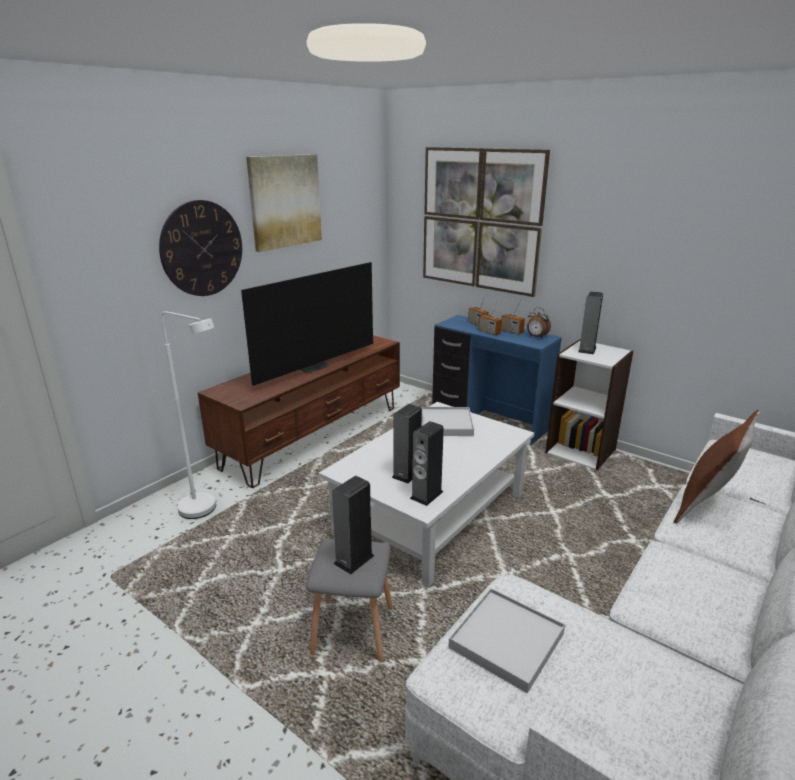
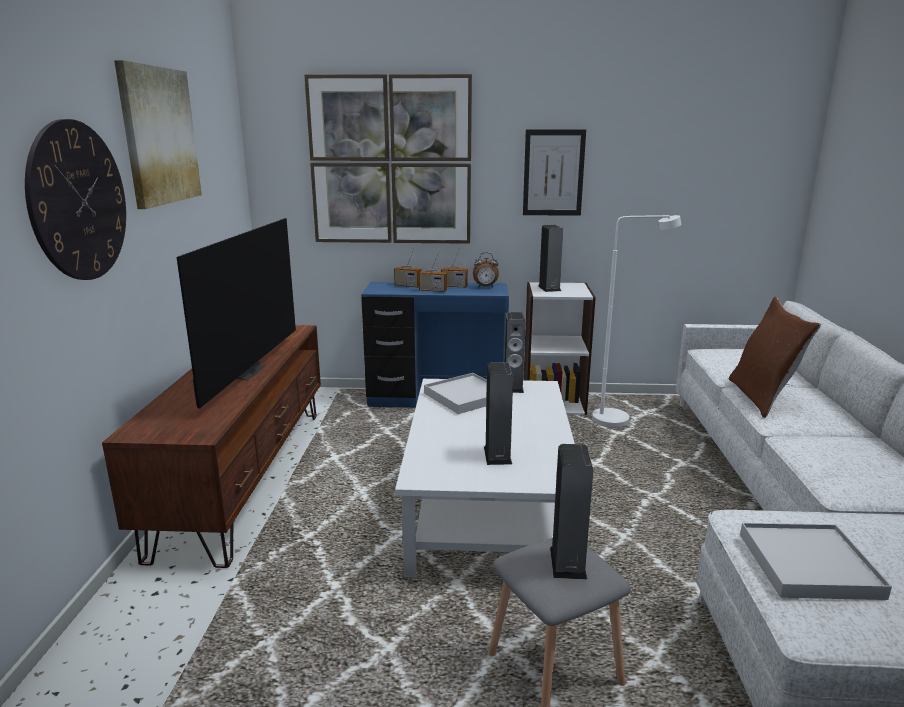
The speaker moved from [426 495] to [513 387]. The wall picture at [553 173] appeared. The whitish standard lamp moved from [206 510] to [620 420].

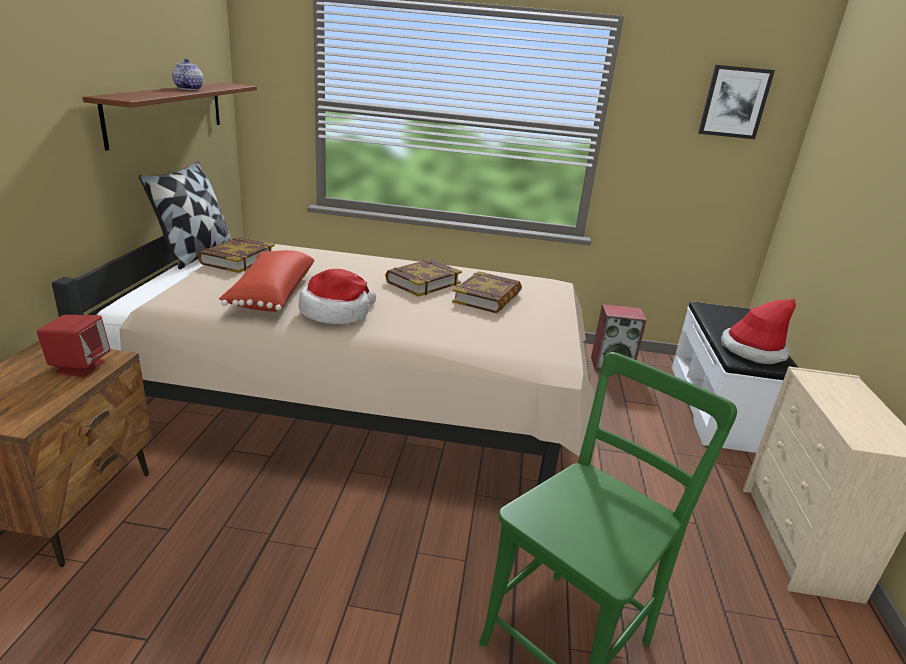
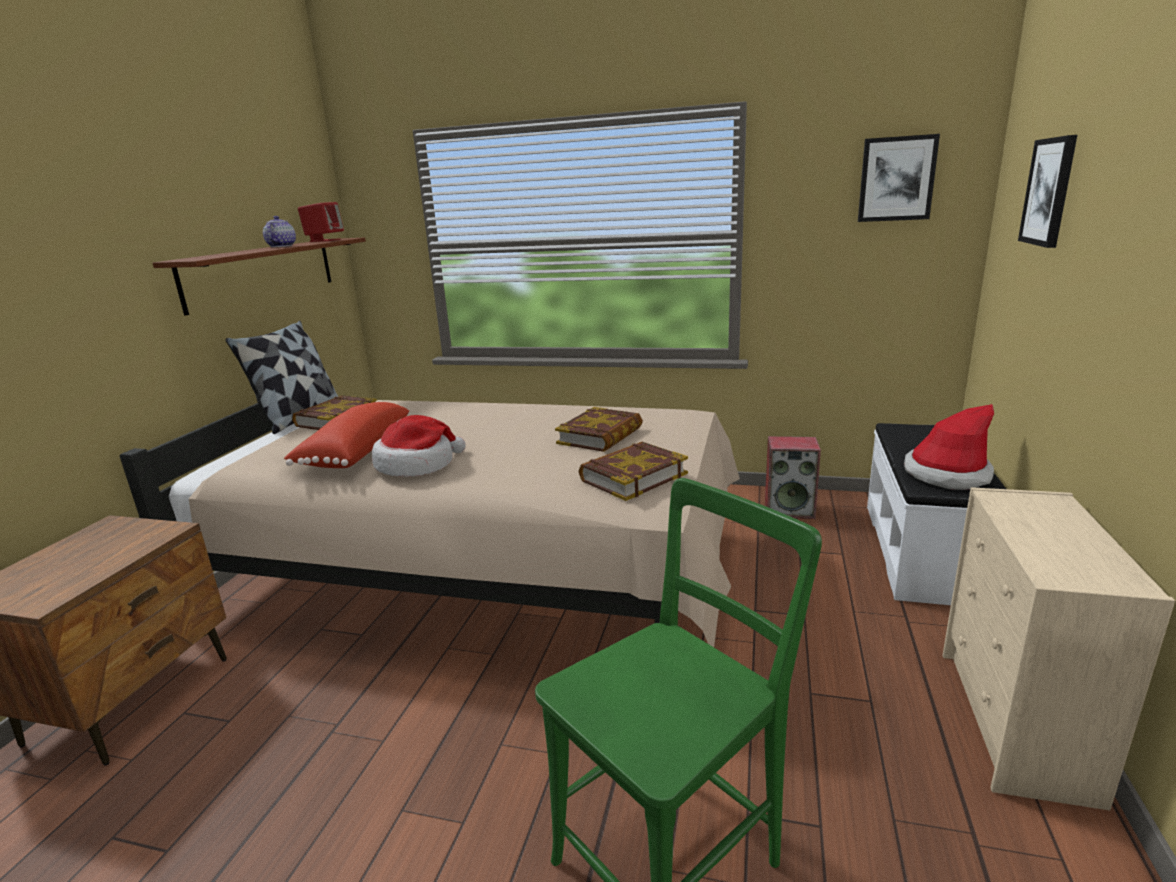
The red-coloured speaker moved from [80 366] to [325 240]. The book moved from [423 282] to [633 477]. The wall picture at [1049 192] appeared.

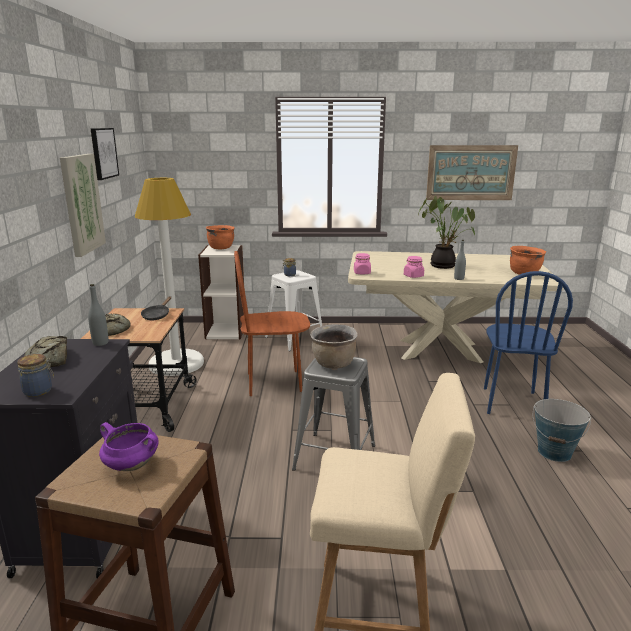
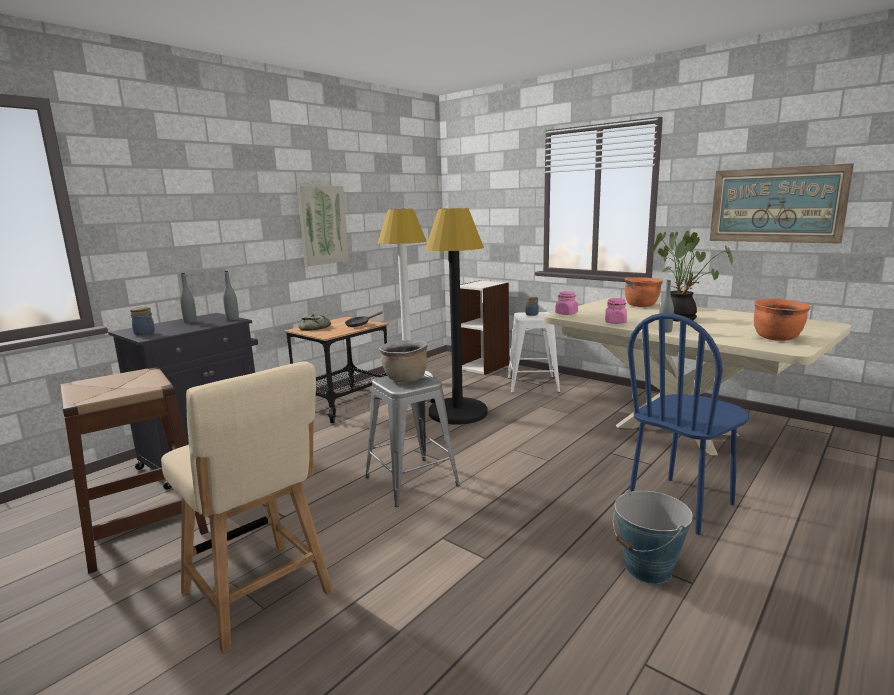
The bread at [50 359] was replaced by the gray bottle at [190 321]. The brown-coloured upright chair at [274 382] was replaced by the black-coloured standard lamp at [458 412]. The orangey cooking pot moved from [221 248] to [641 305]. The wall picture at [103 153] disappeared. The purple cooking pot at [130 466] disappeared.

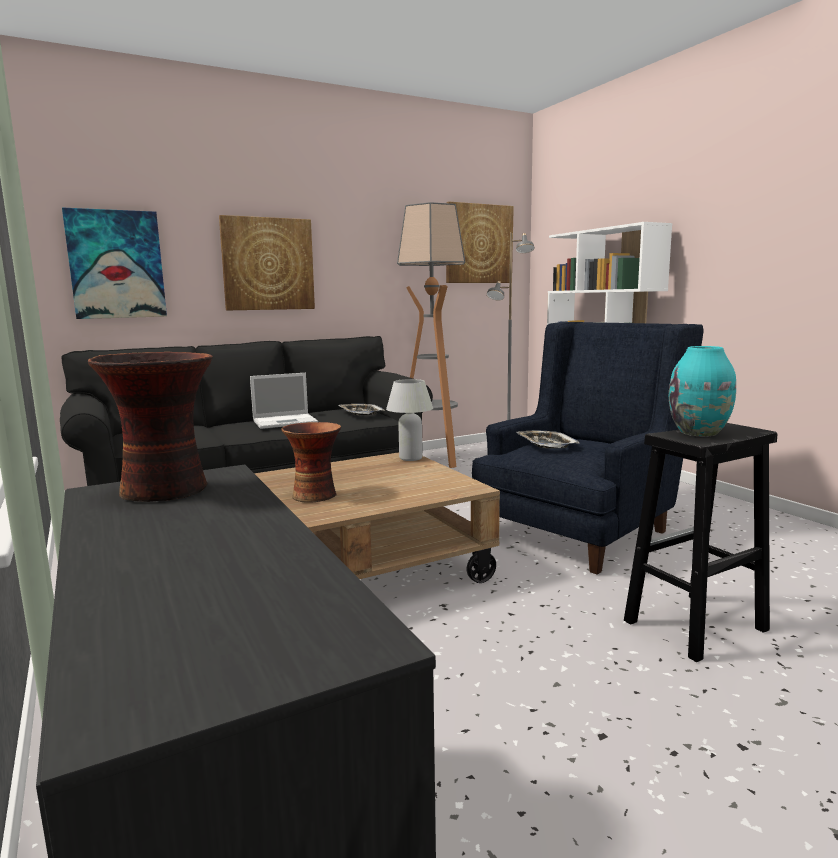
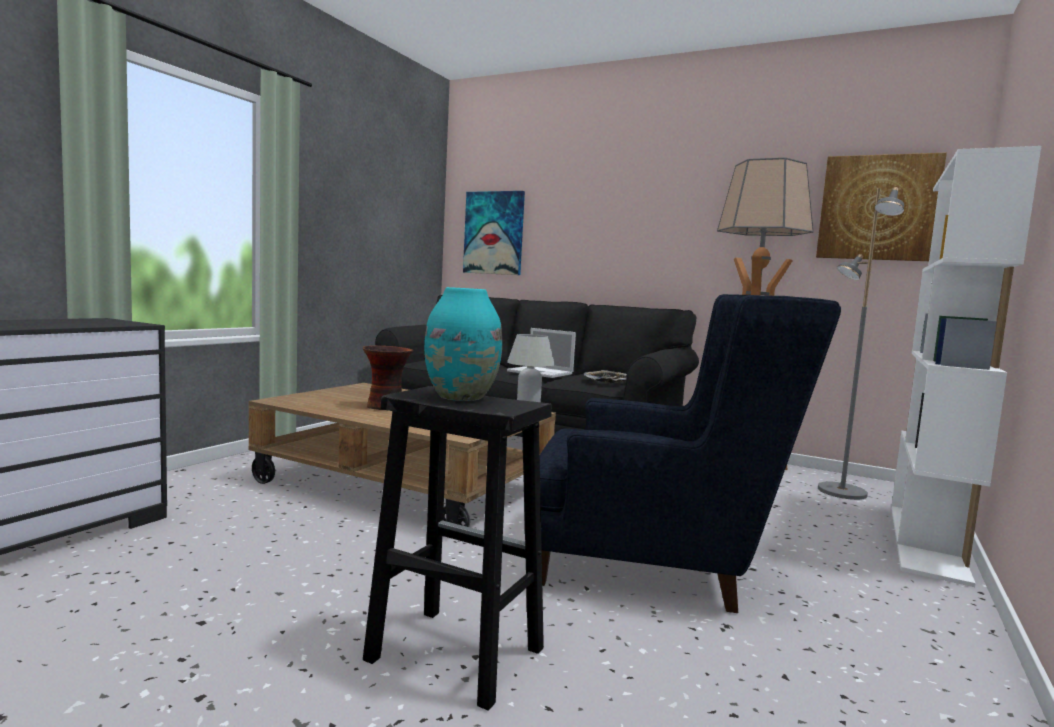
The flower vase at [168 490] disappeared. The wall picture at [268 264] disappeared. The carrying tray at [546 444] disappeared.

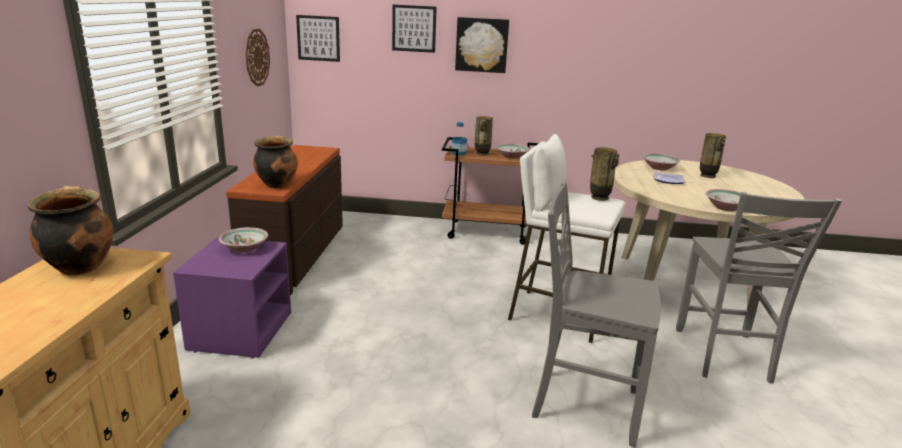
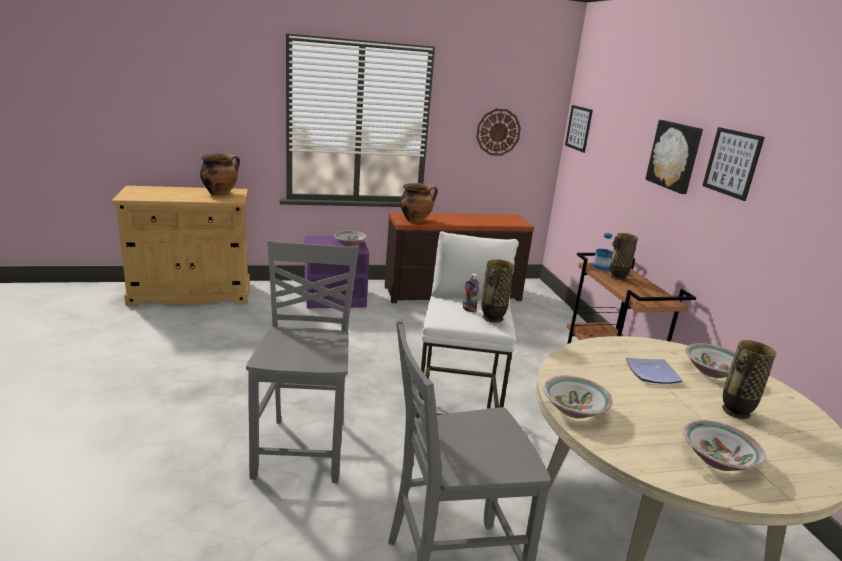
The bottle at [469 309] appeared. The serving bowl moved from [511 157] to [716 459]. The wall picture moved from [414 28] to [732 163].

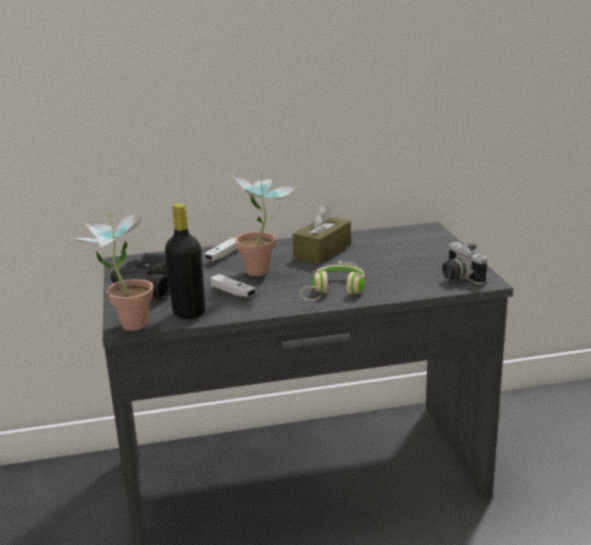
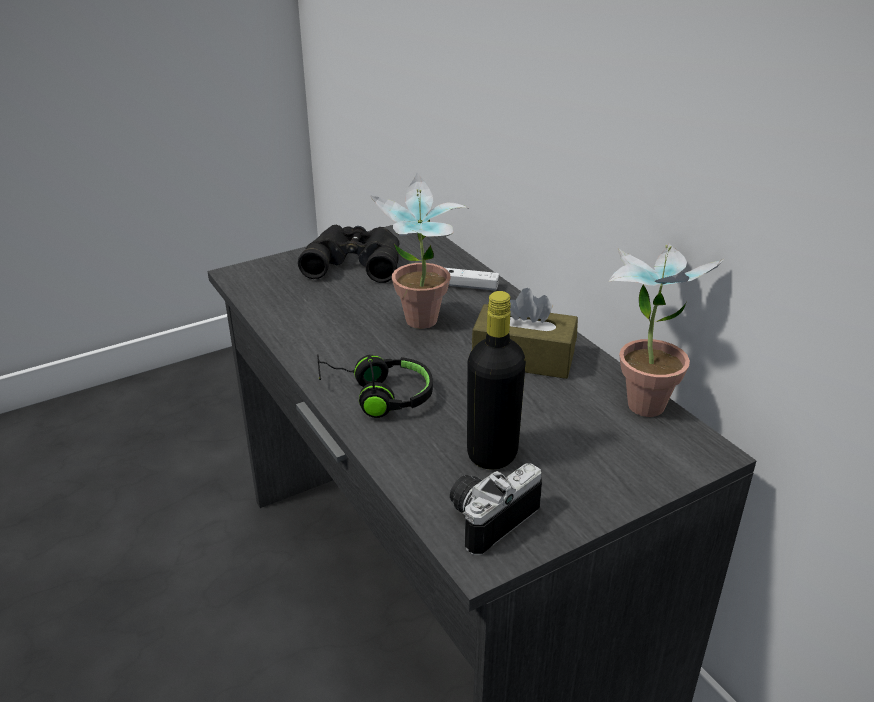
The sand-coloured headphones at [334 292] became the black-coloured headphones at [376 395]. The black-coloured bottle moved from [189 313] to [492 454]. The houseplant moved from [126 323] to [643 397]. The whitish gamepad at [233 292] disappeared.

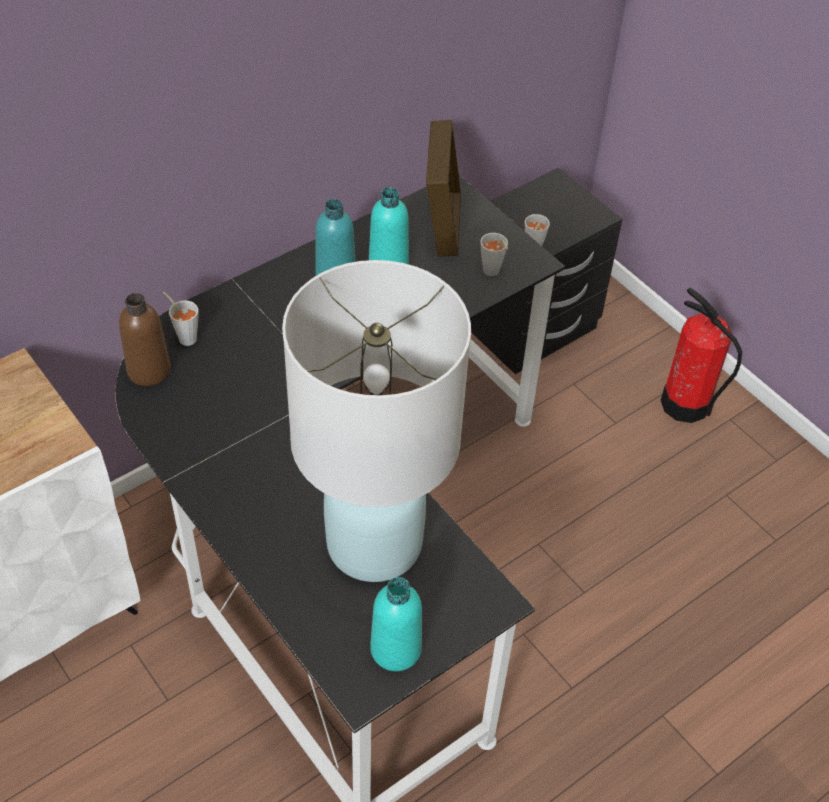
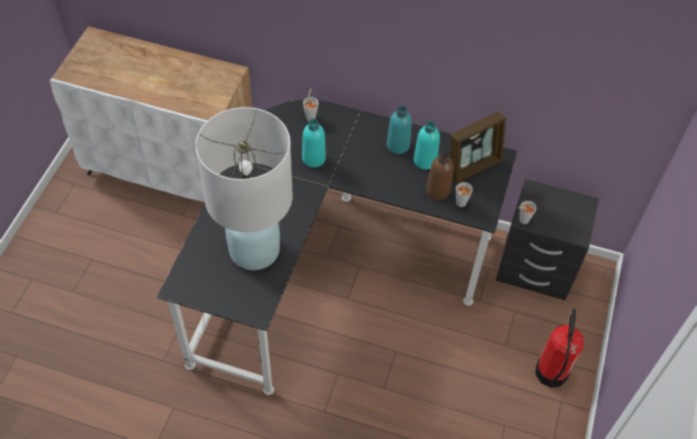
The turquoise bottle moved from [396 649] to [313 158]. The brown-coloured bottle moved from [149 370] to [438 190].

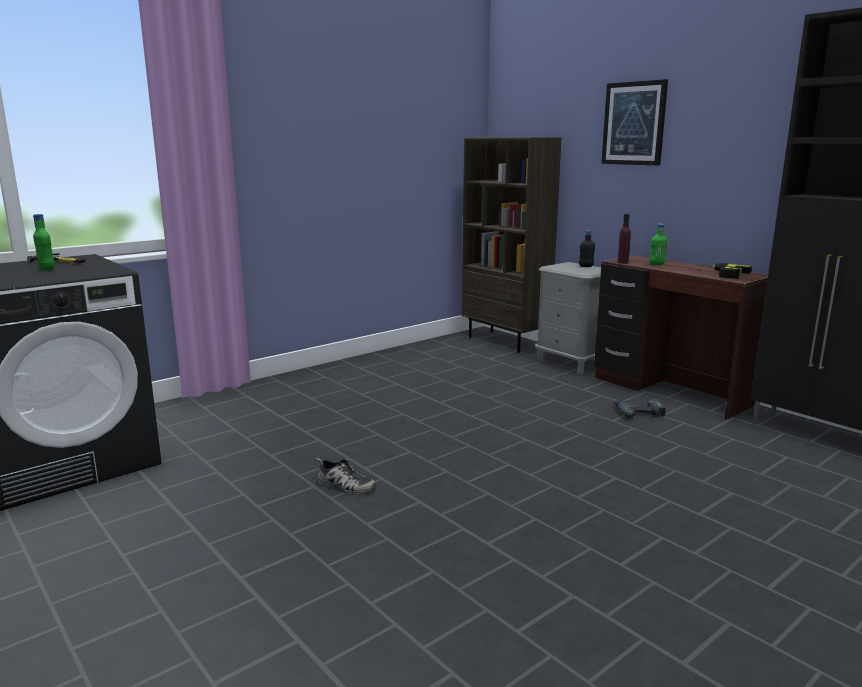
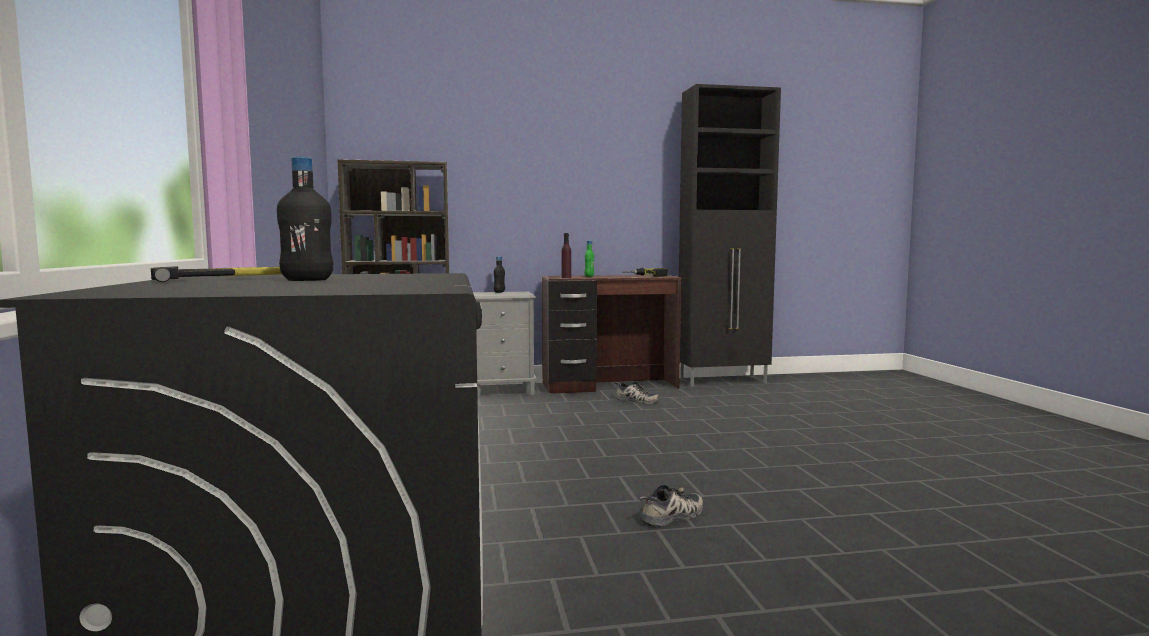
The greenish bottle at [47 269] became the black-coloured bottle at [307 280]. The power drill at [638 412] was replaced by the shoe at [635 400]. The wall picture at [634 123] disappeared.

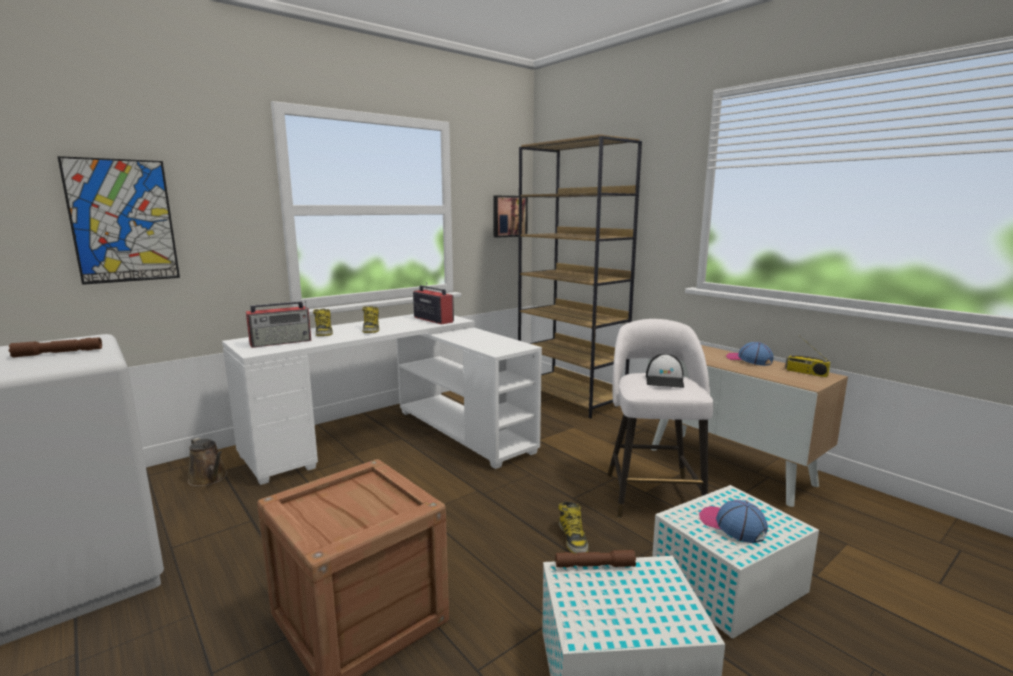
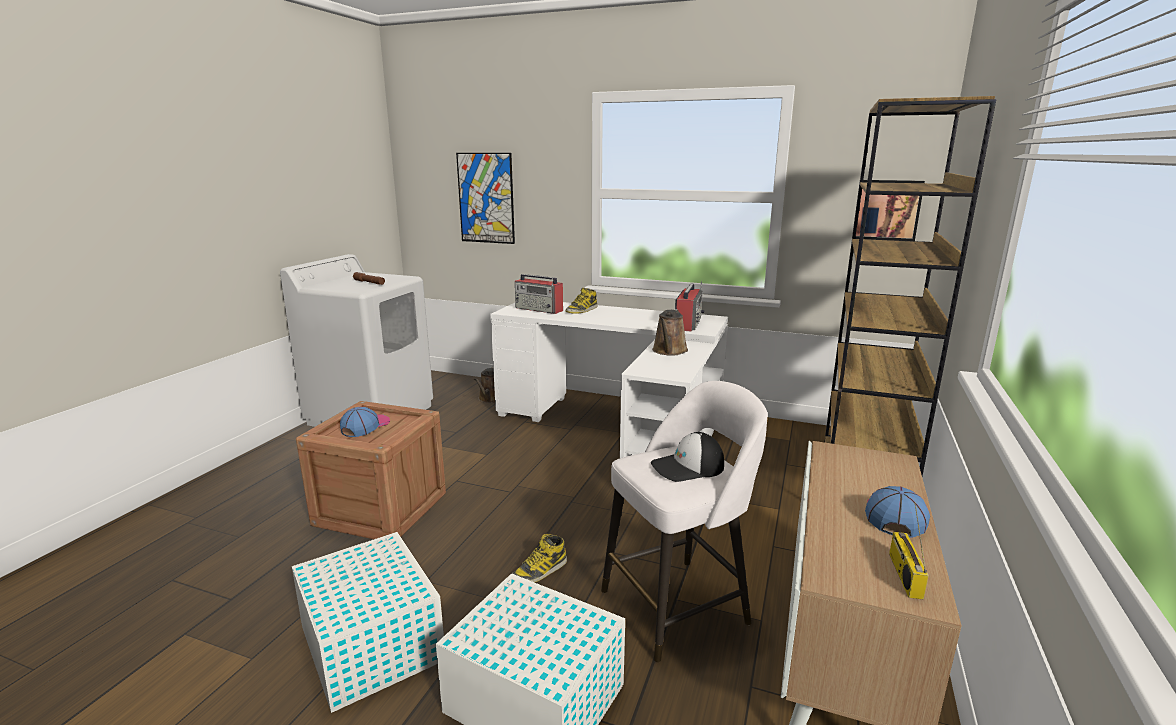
The baseball cap moved from [731 525] to [365 426]. The brown-coloured sprinkling can at [669 351] appeared. The high-top boot at [371 329] disappeared. The brown-coloured torch at [594 565] disappeared.

